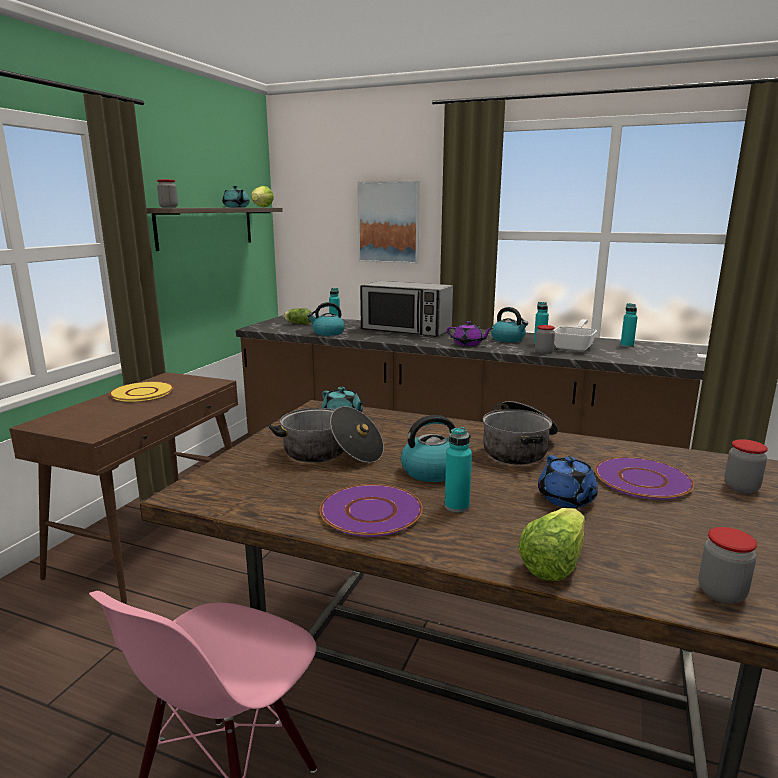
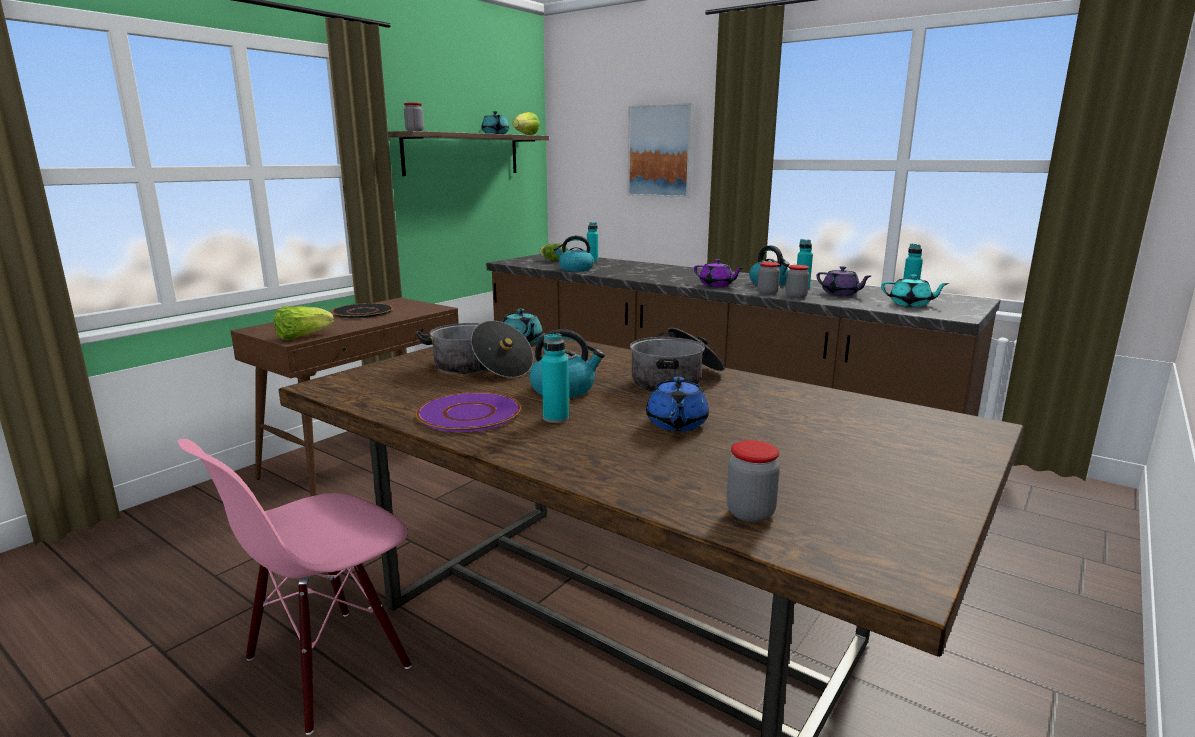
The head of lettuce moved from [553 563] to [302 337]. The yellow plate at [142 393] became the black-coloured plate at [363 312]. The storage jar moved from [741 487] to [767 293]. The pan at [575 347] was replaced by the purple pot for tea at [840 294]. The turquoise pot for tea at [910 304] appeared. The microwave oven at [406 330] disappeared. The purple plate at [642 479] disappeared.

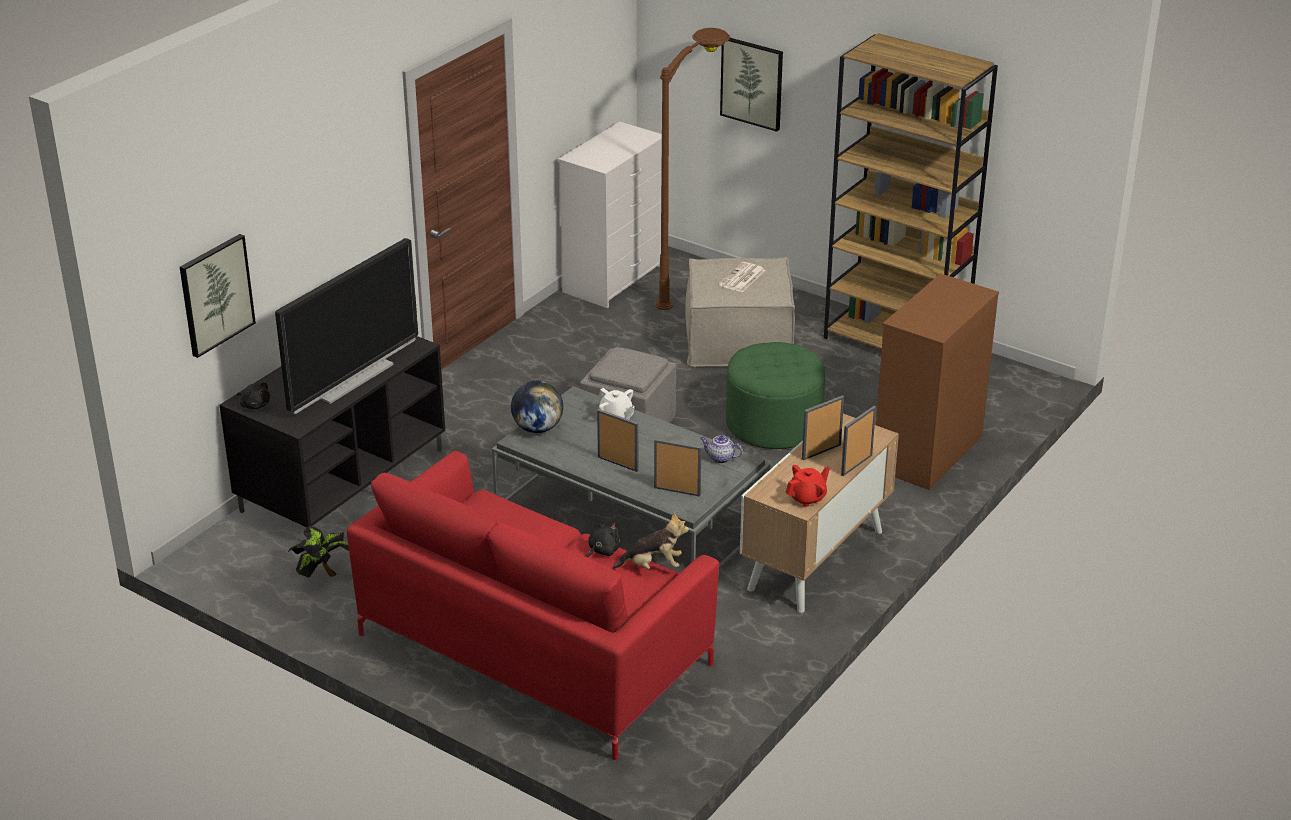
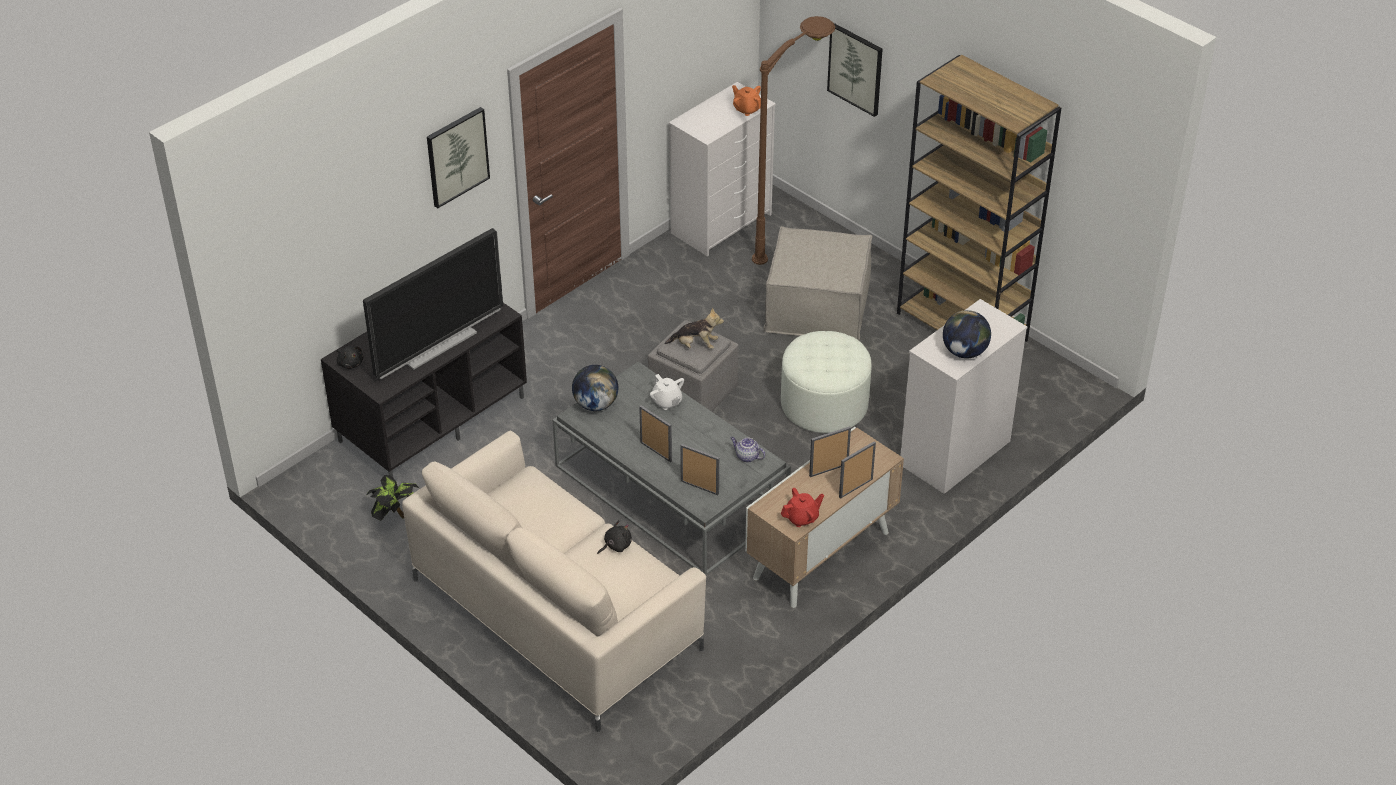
The red-coloured settee at [534 649] became the sand-coloured settee at [556 614]. The wall picture moved from [216 294] to [457 156]. The cuddly toy moved from [653 566] to [695 345]. The orangey pot for tea at [747 109] appeared. The greenish pouffe at [773 424] became the whitish pouffe at [824 404]. The brown-coloured chest of drawers at [927 453] became the whitish chest of drawers at [954 453]. The globe at [964 352] appeared. The daily paper at [742 278] disappeared.

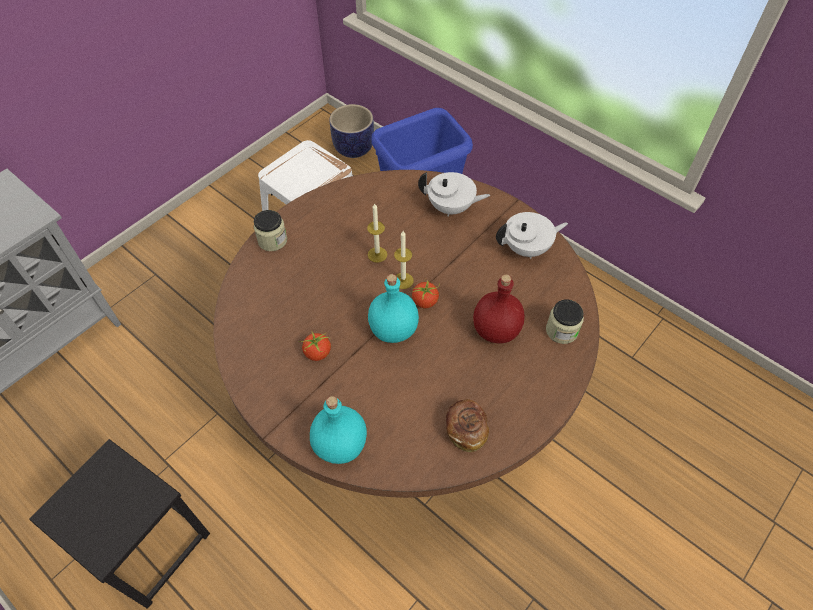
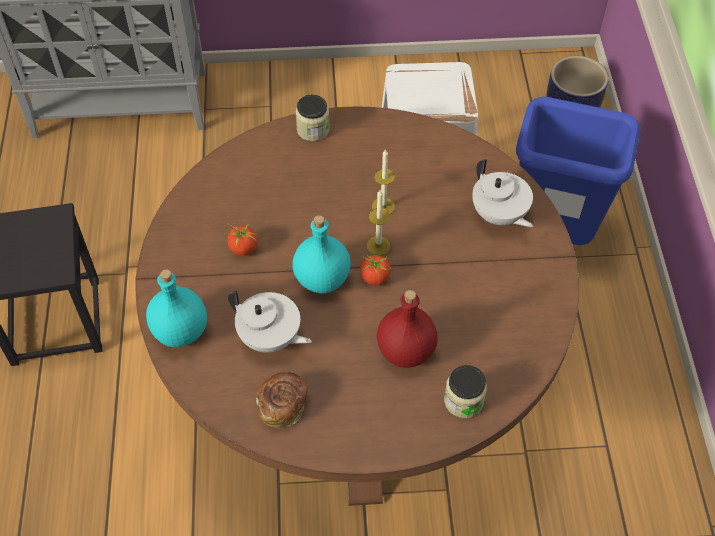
The whitish pot for tea moved from [527 248] to [270 338].

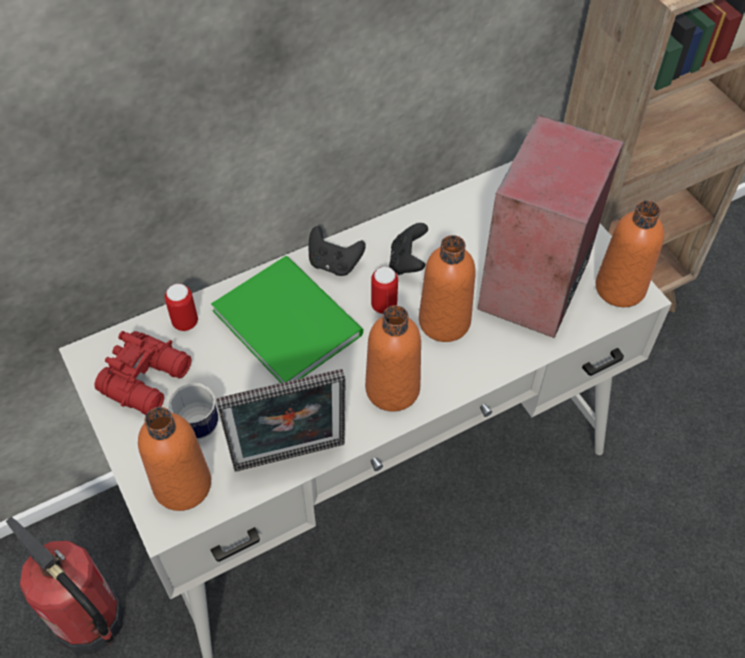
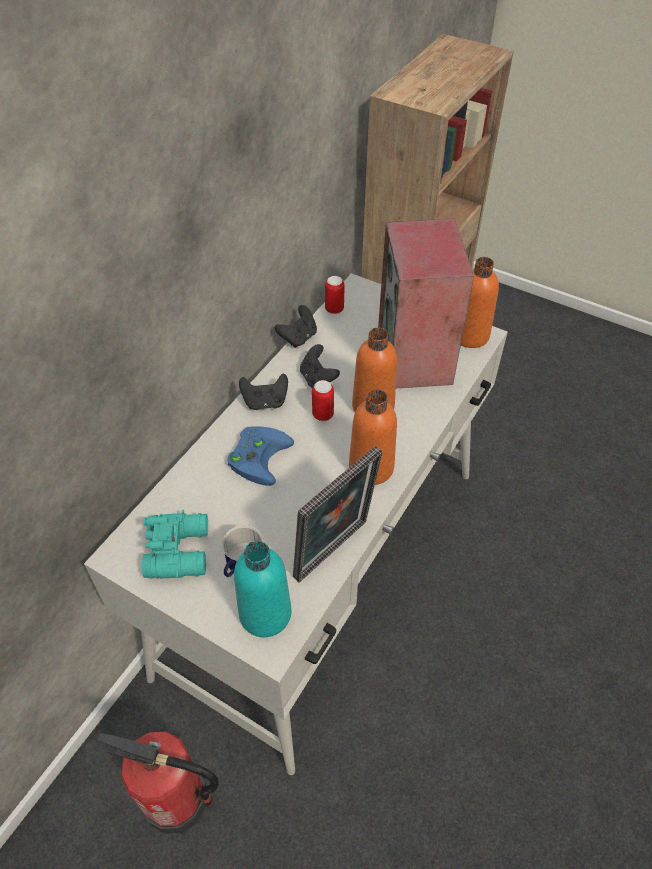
The red-coloured field glasses at [149 379] became the turquoise field glasses at [180 550]. The greenish book at [287 318] was replaced by the blue gamepad at [258 455]. The orangey bottle at [182 485] became the turquoise bottle at [265 613]. The black-coloured gamepad at [298 338] appeared. The can moved from [185 322] to [334 309].

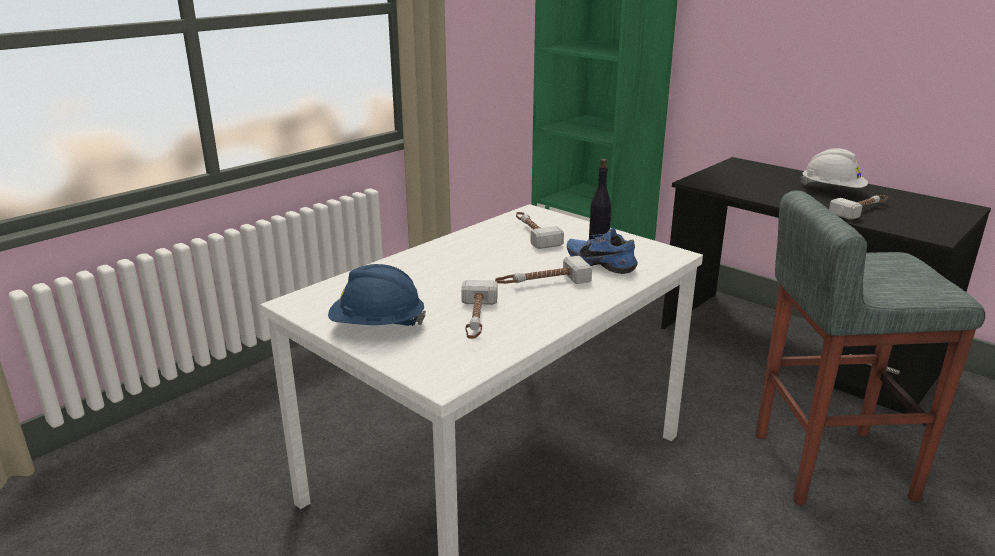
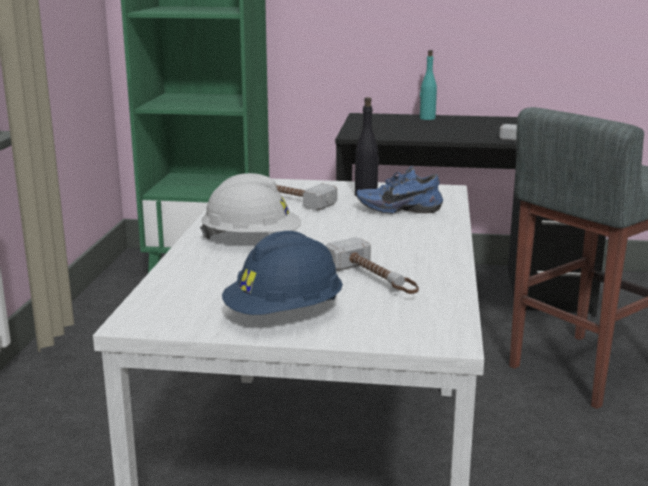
The whitish work helmet moved from [832 190] to [252 240]. The turquoise bottle at [427 118] appeared. The hammer at [542 282] disappeared.

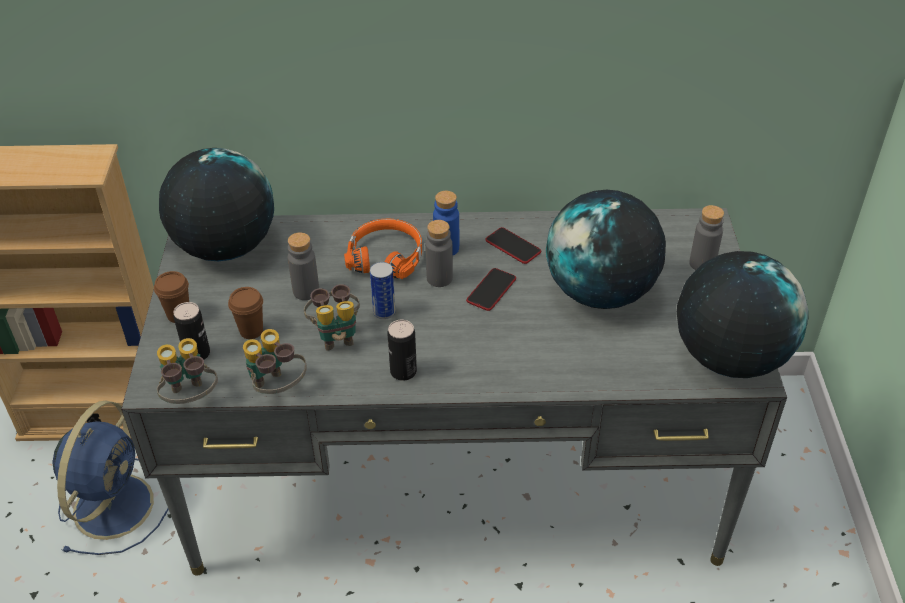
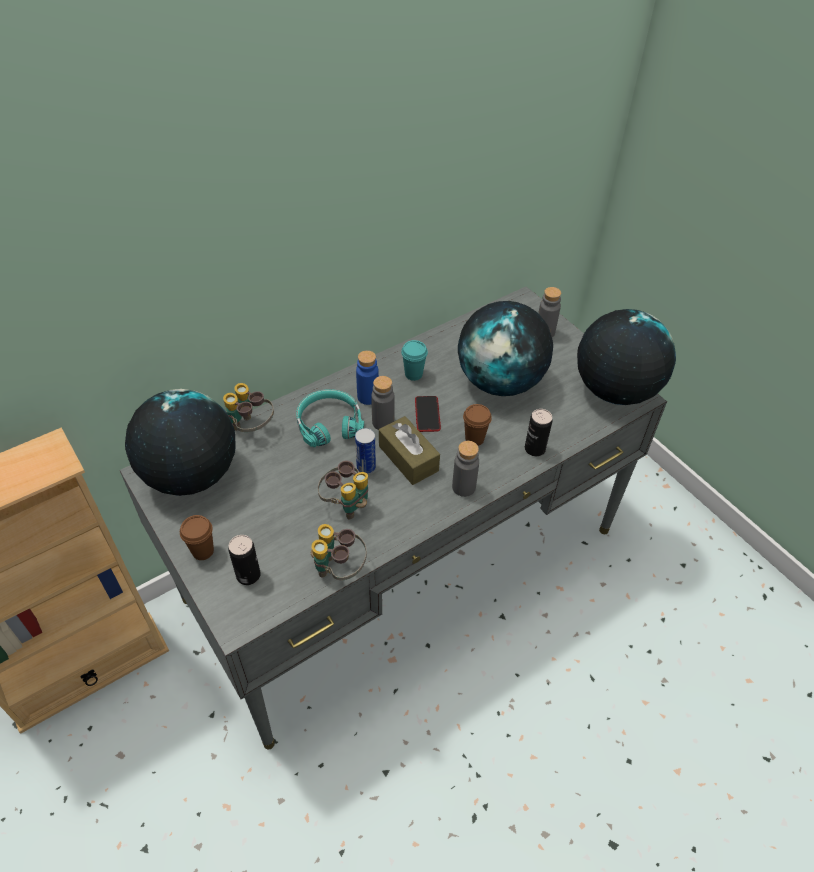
The field glasses moved from [191 398] to [251 428]. The orangey headphones at [386 256] became the turquoise headphones at [329 423]. The brown-coloured box of tissues at [408 458] appeared. The telephone at [513 246] was replaced by the turquoise drinking cup at [413 374]. The gray bottle moved from [306 291] to [463 487]. The brown-coloured drinking cup moved from [251 331] to [474 439]. The can moved from [403 371] to [534 449]. The blue fan at [115 503] disappeared.

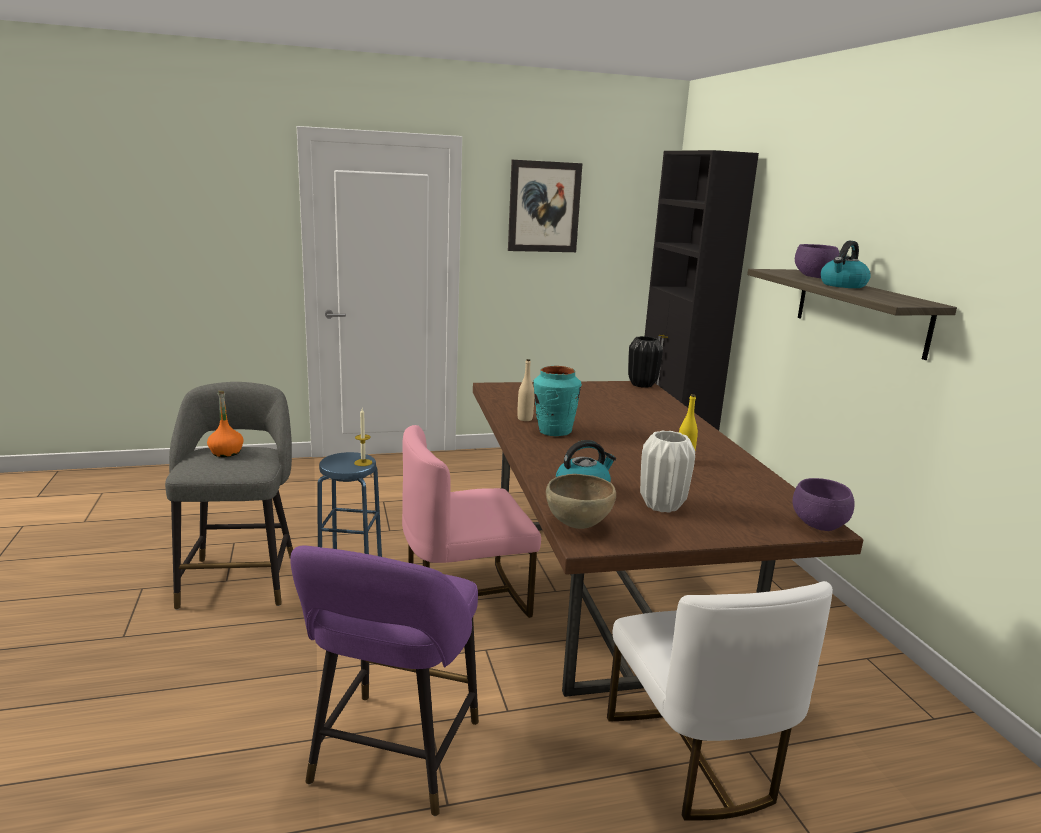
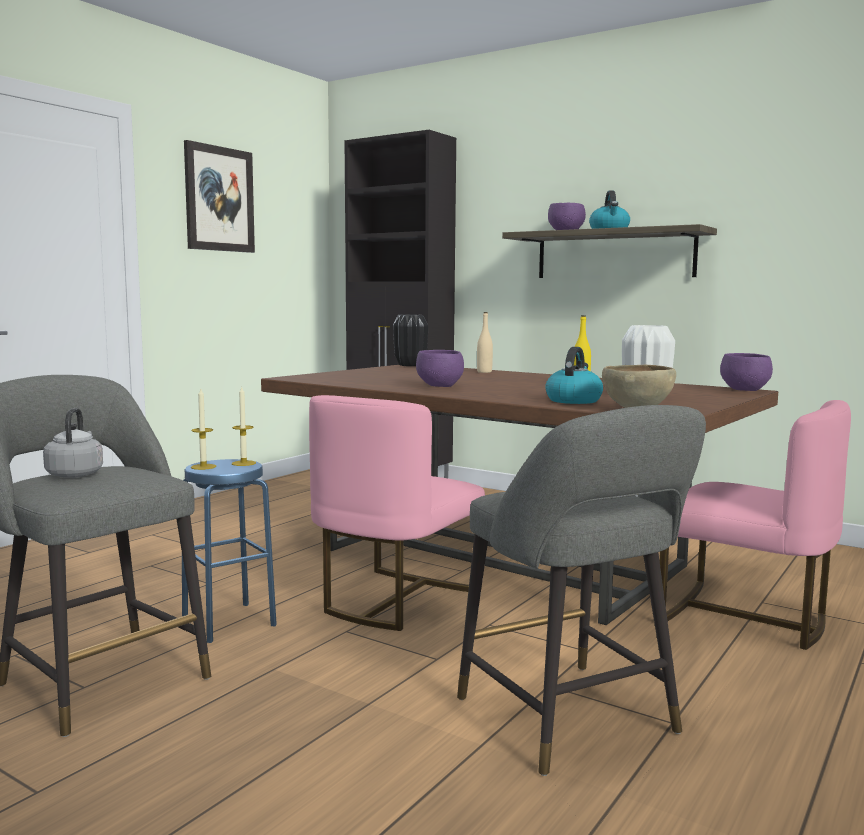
The orangey bottle at [226 452] was replaced by the gray tea kettle at [76 474]. The wax light at [203 467] appeared. The turquoise flower vase at [554 431] was replaced by the purple serving bowl at [441 386]. The purple stool at [392 758] became the gray stool at [573 721]. The sand-coloured bottle moved from [525 419] to [484 372]. The whitish upright chair at [695 757] became the pink upright chair at [745 618].

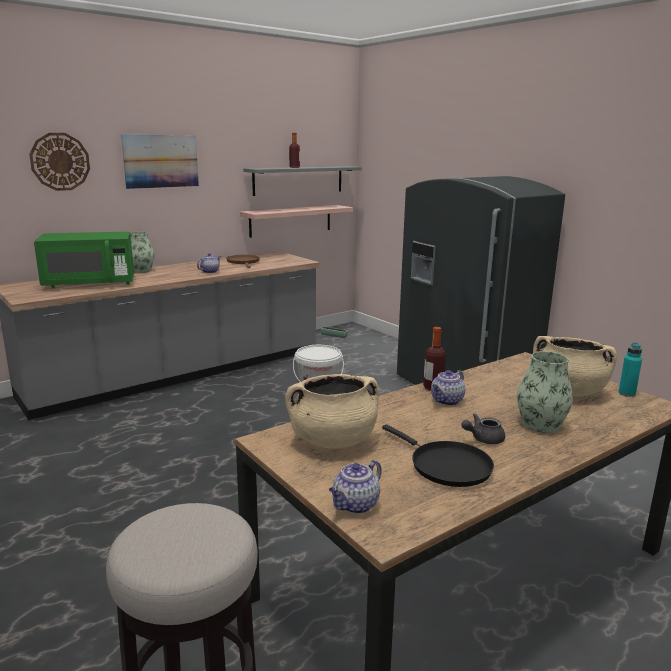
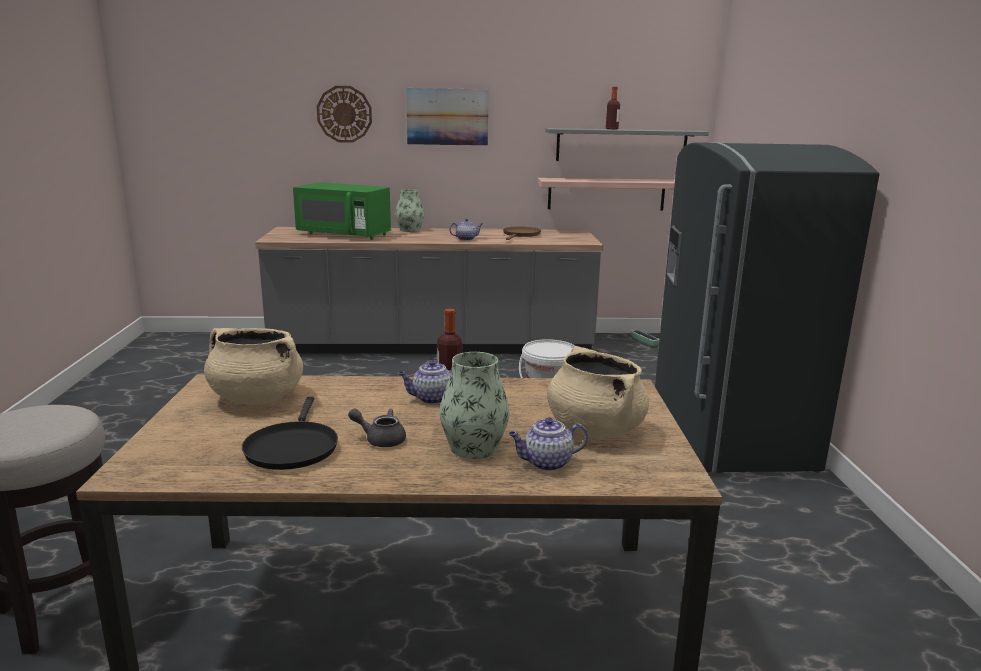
The pot for tea moved from [355 505] to [546 463]. The turquoise bottle at [626 393] disappeared.

